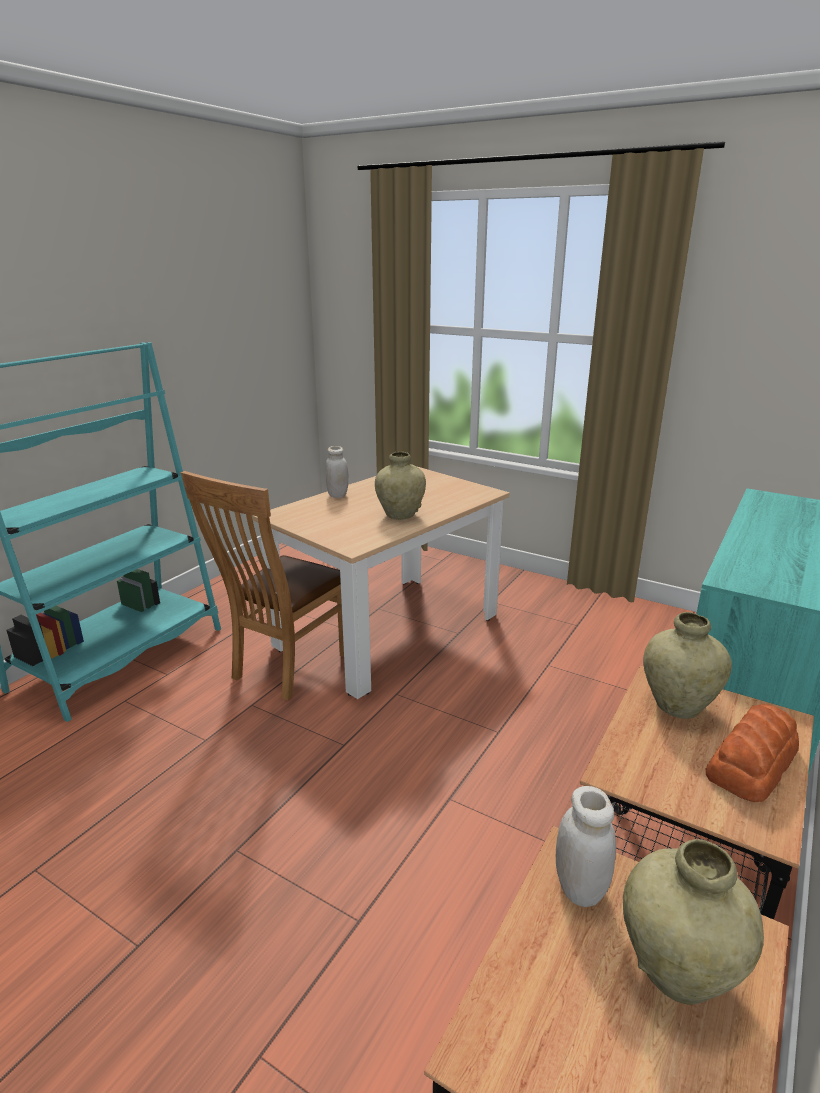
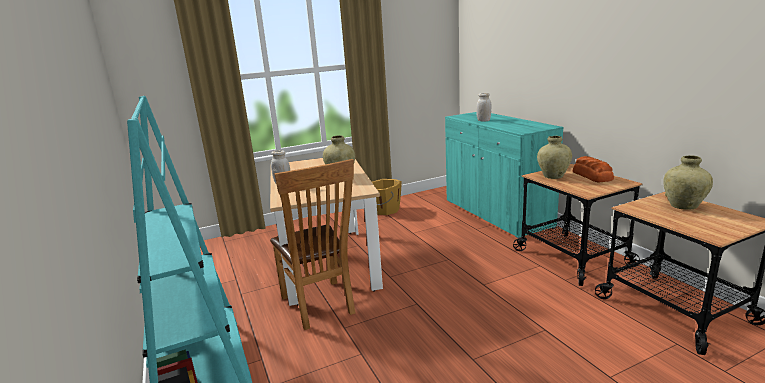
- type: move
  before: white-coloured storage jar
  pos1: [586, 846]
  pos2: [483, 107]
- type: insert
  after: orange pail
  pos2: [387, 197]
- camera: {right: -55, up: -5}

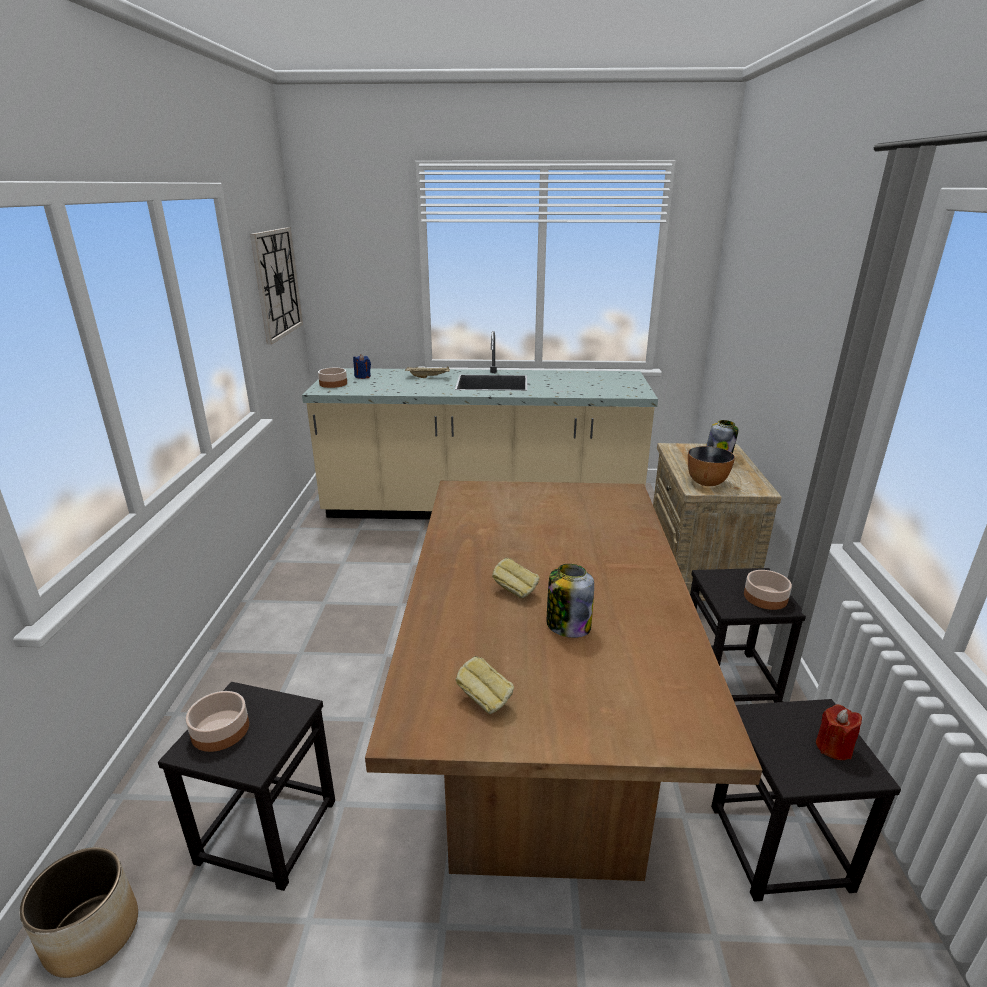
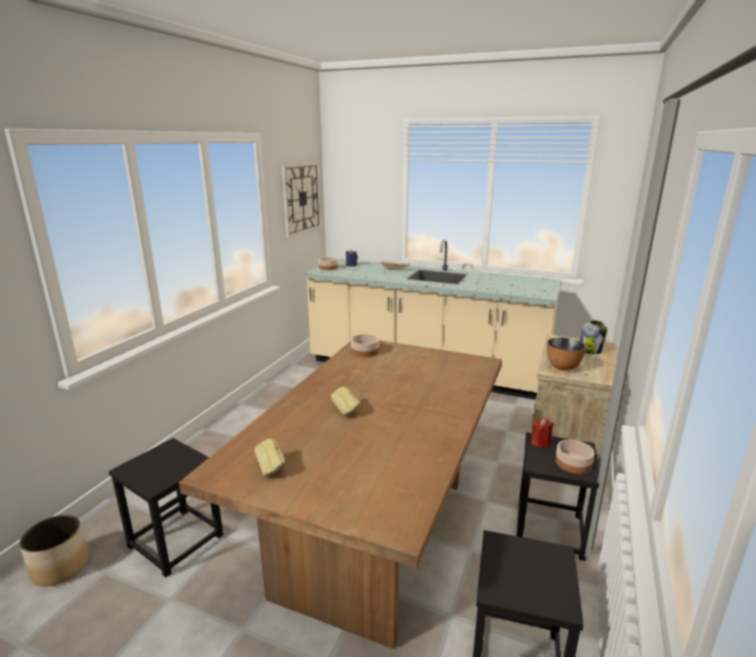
- type: move
  before: deep dish
  pos1: [217, 721]
  pos2: [365, 345]
- type: delete
  before: storage jar
  pos1: [570, 601]
- type: move
  before: reddish candle
  pos1: [839, 732]
  pos2: [542, 433]
- camera: {right: 20, up: -5}

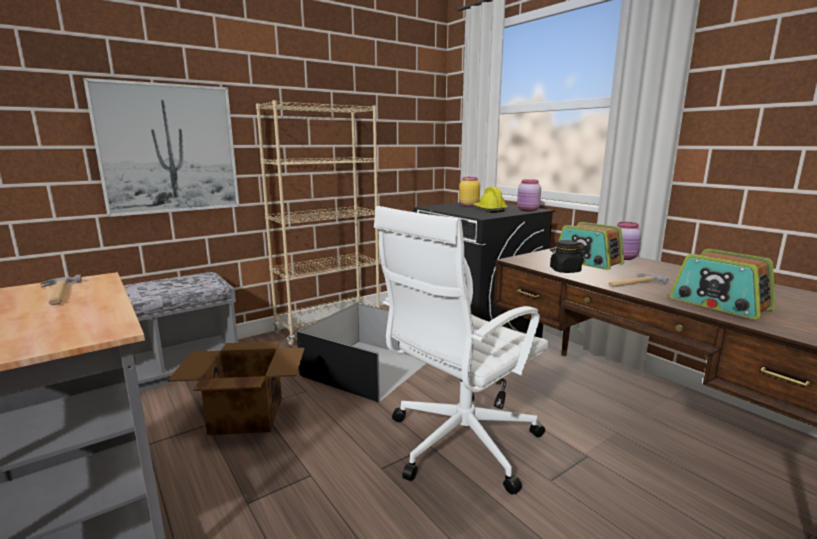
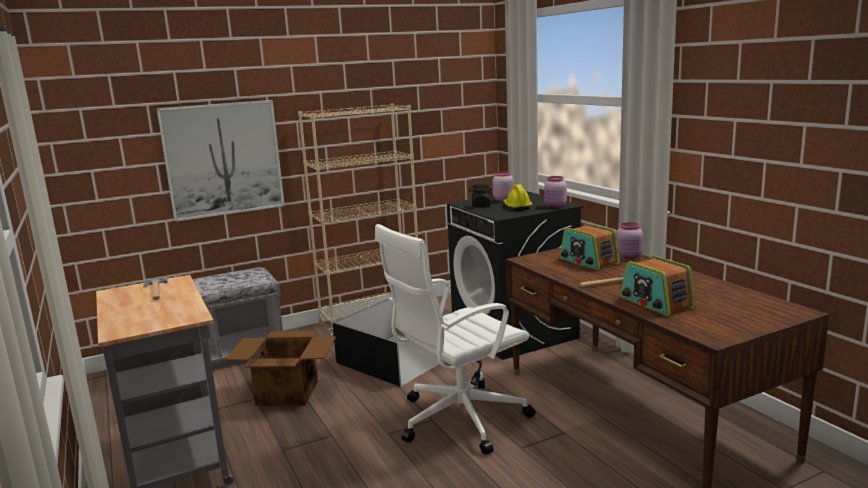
- type: recolor
  before: yellow storage jar
  after: pink storage jar
  pos1: [469, 192]
  pos2: [503, 186]
- type: move
  before: black-coloured storage jar
  pos1: [566, 256]
  pos2: [481, 195]
- camera: {right: 10, up: 0}

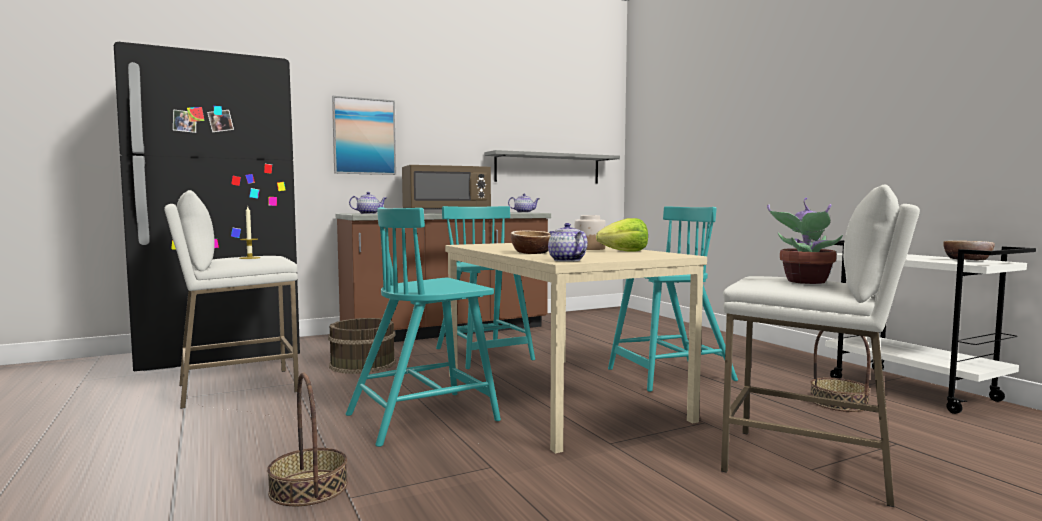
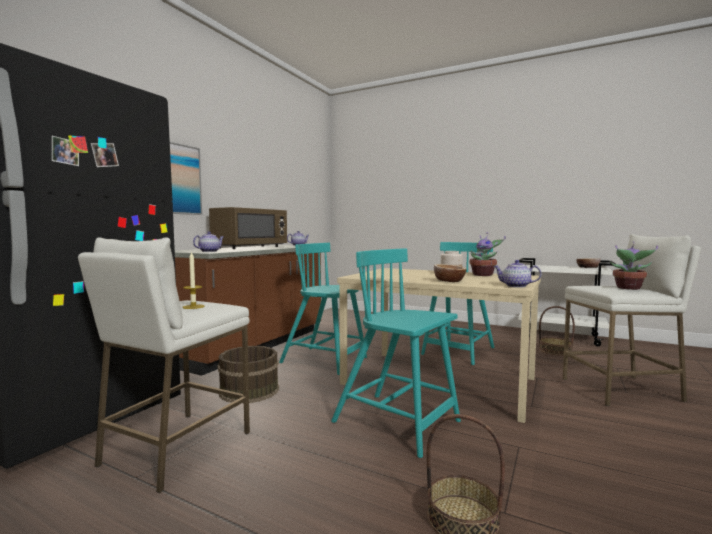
- type: rotate
  before: turquoise chair
  pos1: [423, 327]
  pos2: [396, 353]
  turn: 105
- type: delete
  before: greyish bracket shelf
  pos1: [552, 167]
- type: replace
  before: lettuce head
  after: houseplant
  pos1: [622, 235]
  pos2: [488, 255]
- camera: {right: -35, up: 0}

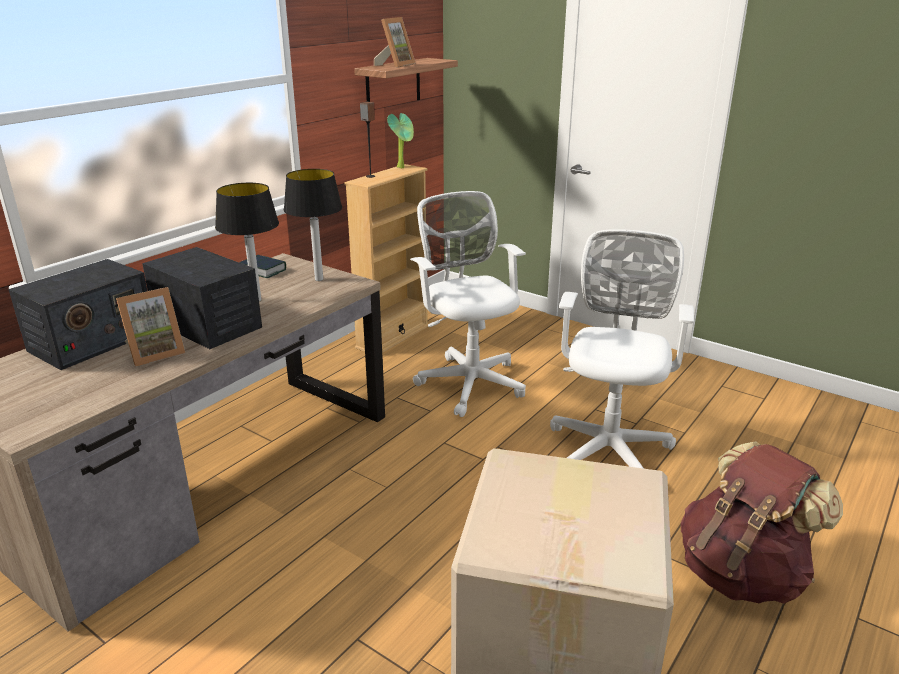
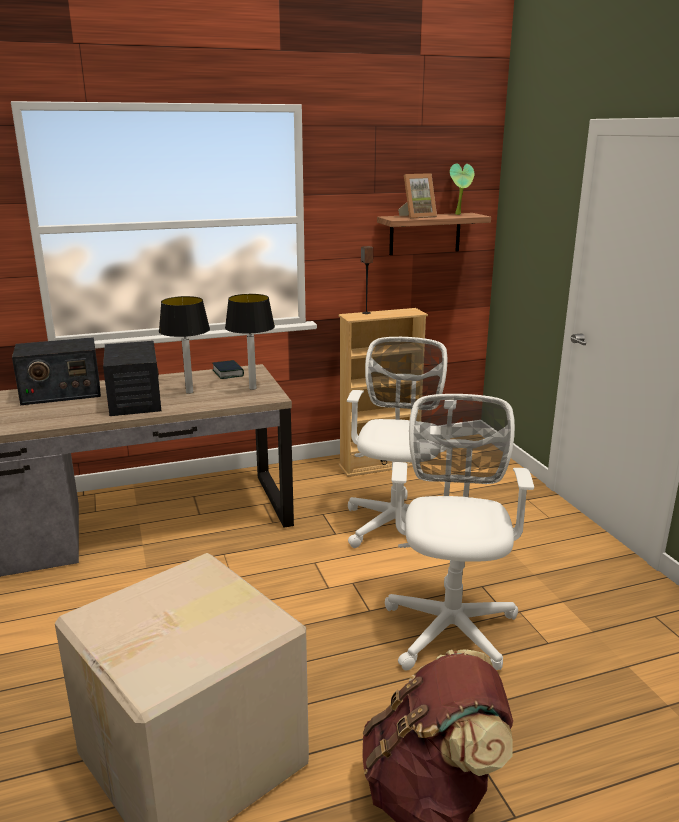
- type: delete
  before: standing frame
  pos1: [150, 326]
- type: move
  before: houseplant
  pos1: [400, 141]
  pos2: [462, 189]
- type: rotate
  before: white-coloured office chair
  pos1: [622, 349]
  pos2: [459, 532]
  turn: -45
- camera: {right: 35, up: -5}

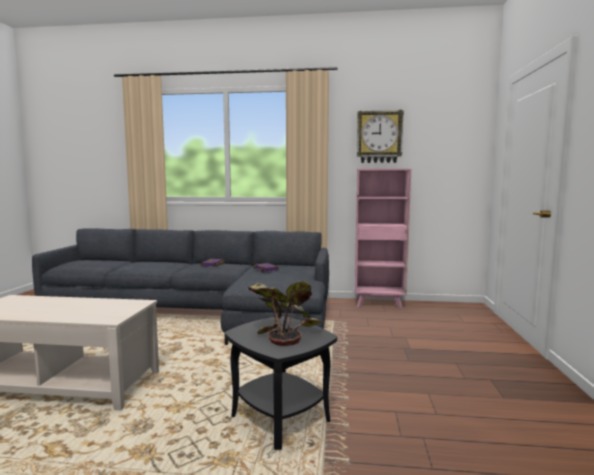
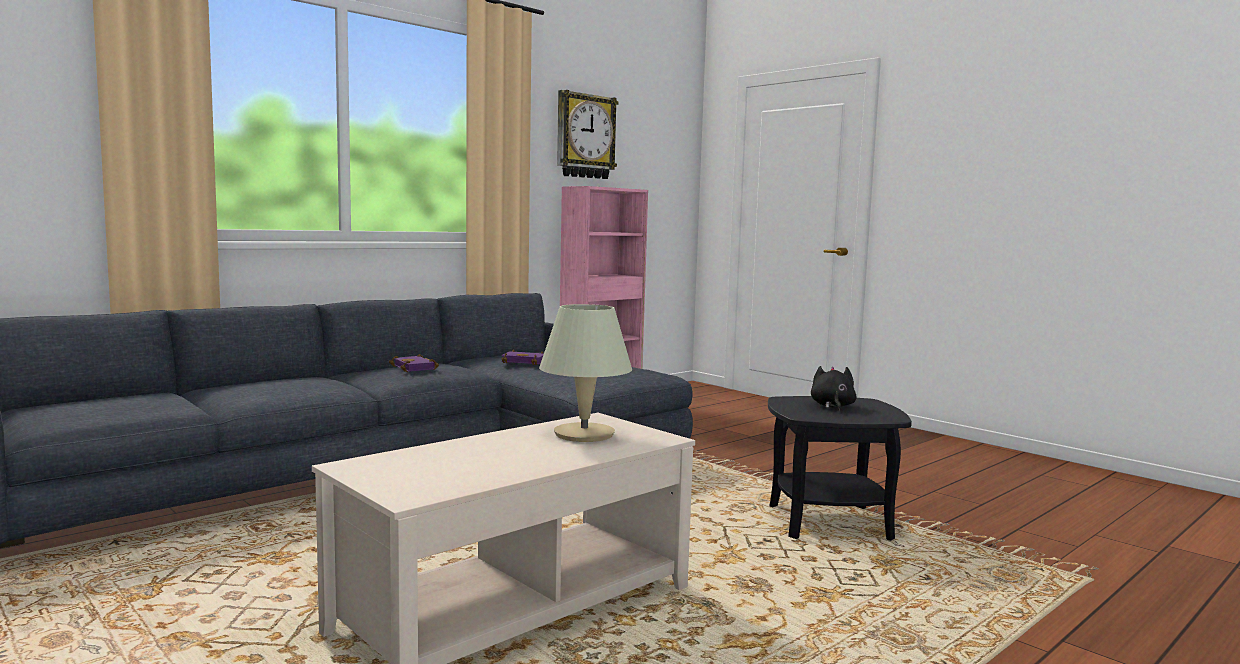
- type: replace
  before: houseplant
  after: black-coloured cuddly toy
  pos1: [285, 313]
  pos2: [834, 388]
- type: insert
  after: beige-coloured tabletop lamp
  pos2: [585, 373]
- camera: {right: -50, up: 0}

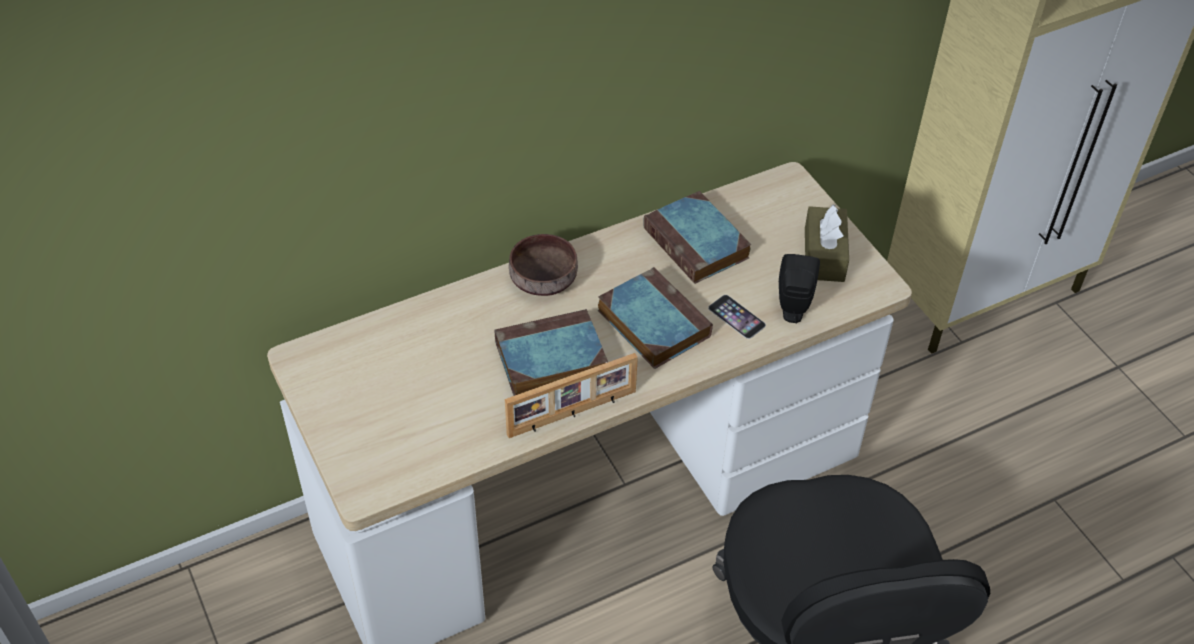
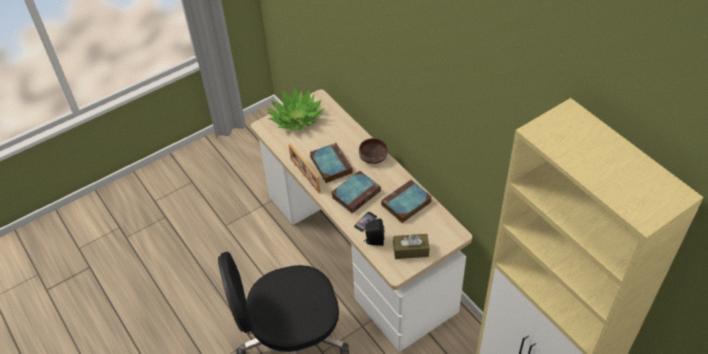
- type: insert
  after: houseplant
  pos2: [295, 109]
- camera: {right: 85, up: 0}

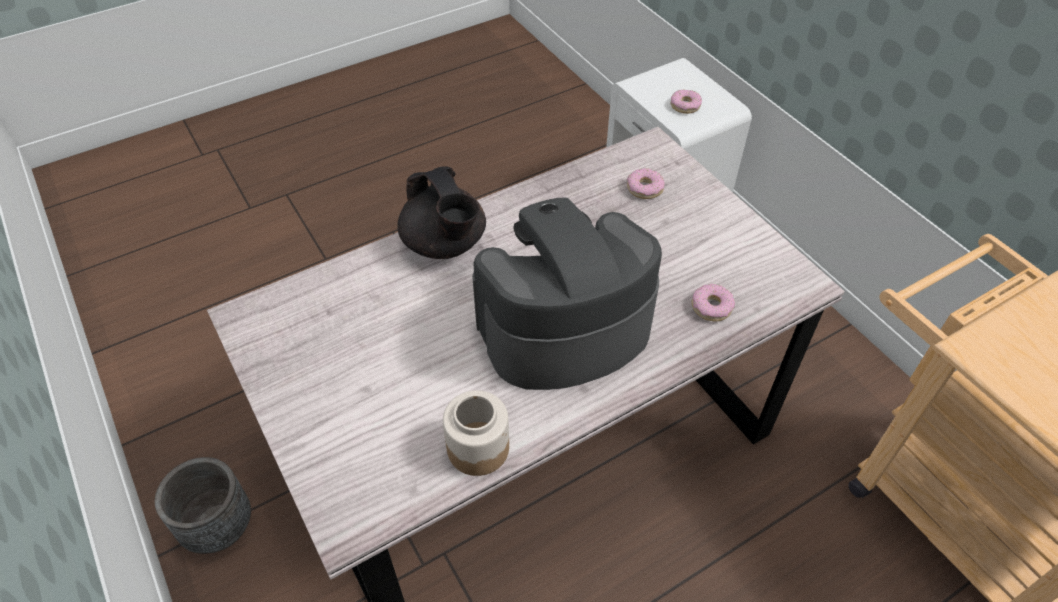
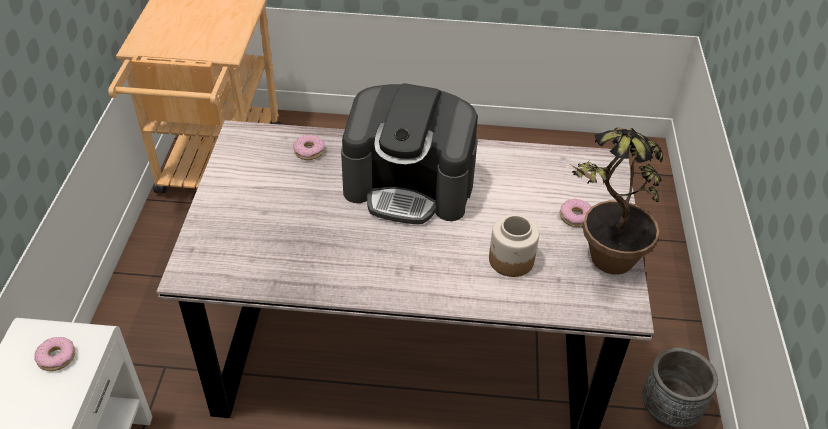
- type: delete
  before: black-coloured pot for tea
  pos1: [441, 212]
- type: move
  before: storage jar
  pos1: [476, 433]
  pos2: [514, 245]
- type: move
  before: ring doughnut
  pos1: [646, 183]
  pos2: [575, 213]
- type: insert
  after: houseplant
  pos2: [617, 201]
- camera: {right: -145, up: -5}

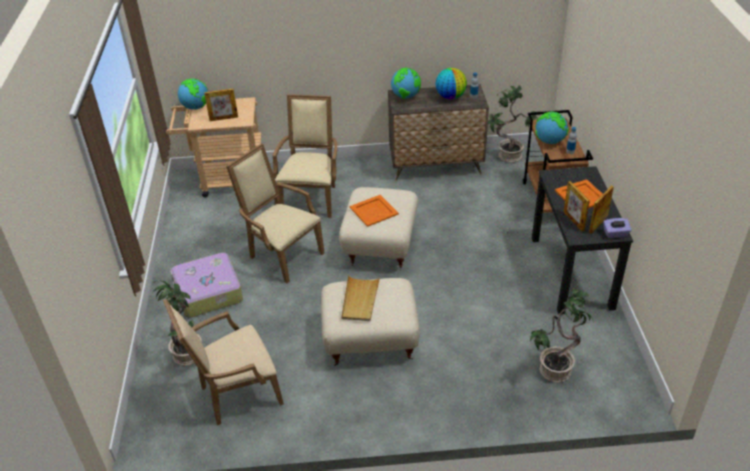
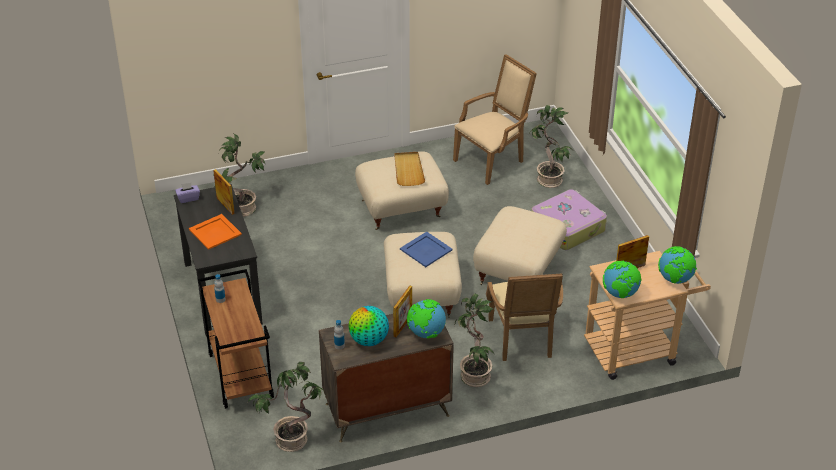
- type: replace
  before: beige-coloured lounge chair
  after: beige-coloured ottoman
  pos1: [275, 213]
  pos2: [520, 245]
- type: recolor
  before: orange carrying tray
  after: blue-coloured carrying tray
  pos1: [374, 211]
  pos2: [426, 249]
- type: move
  before: world globe
  pos1: [552, 128]
  pos2: [622, 279]
- type: move
  before: standing frame
  pos1: [601, 209]
  pos2: [402, 311]
- type: insert
  after: houseplant
  pos2: [475, 340]
- camera: {right: 165, up: 0}

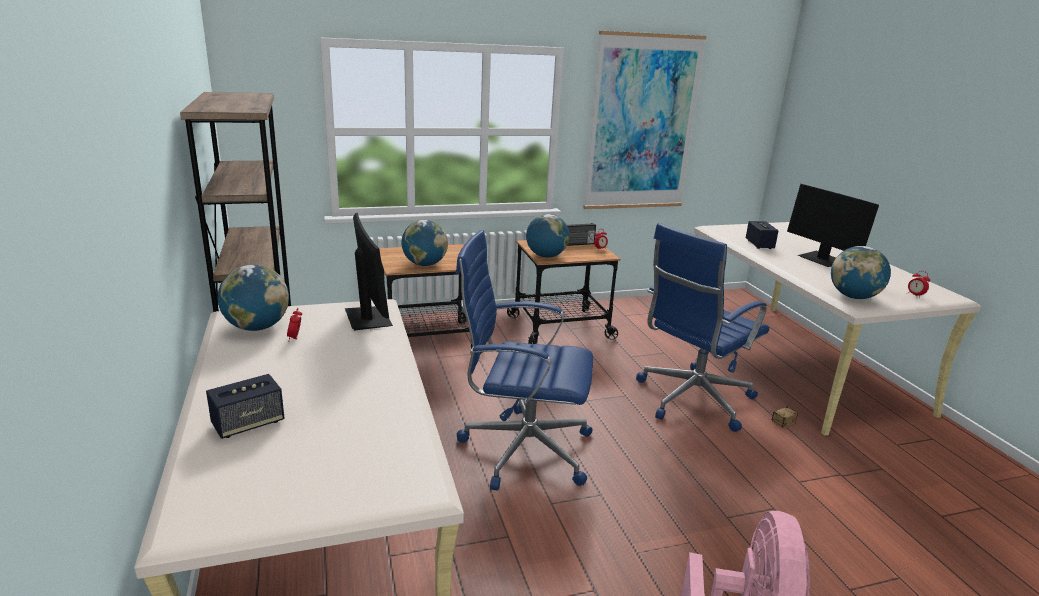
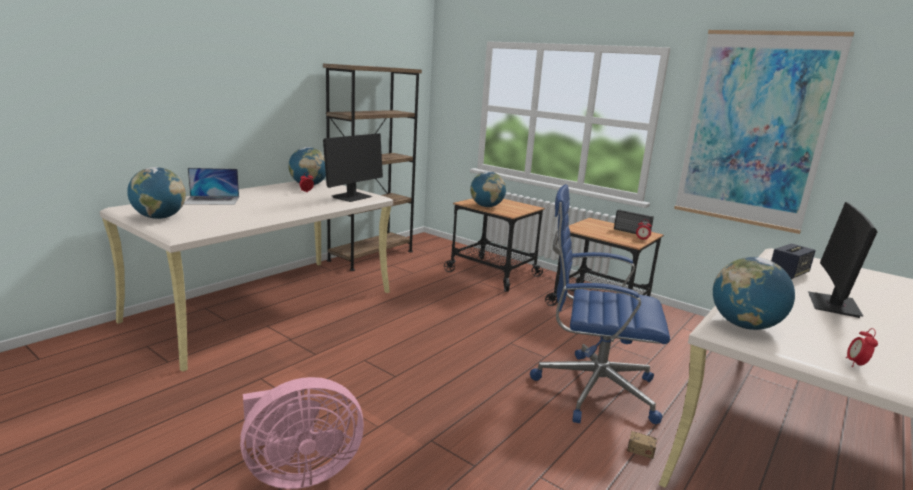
- type: replace
  before: speaker
  after: laptop
  pos1: [245, 406]
  pos2: [211, 186]
- type: delete
  before: blue-coloured office chair
  pos1: [524, 360]
- type: move
  before: world globe
  pos1: [547, 236]
  pos2: [156, 193]
- camera: {right: 55, up: -5}

